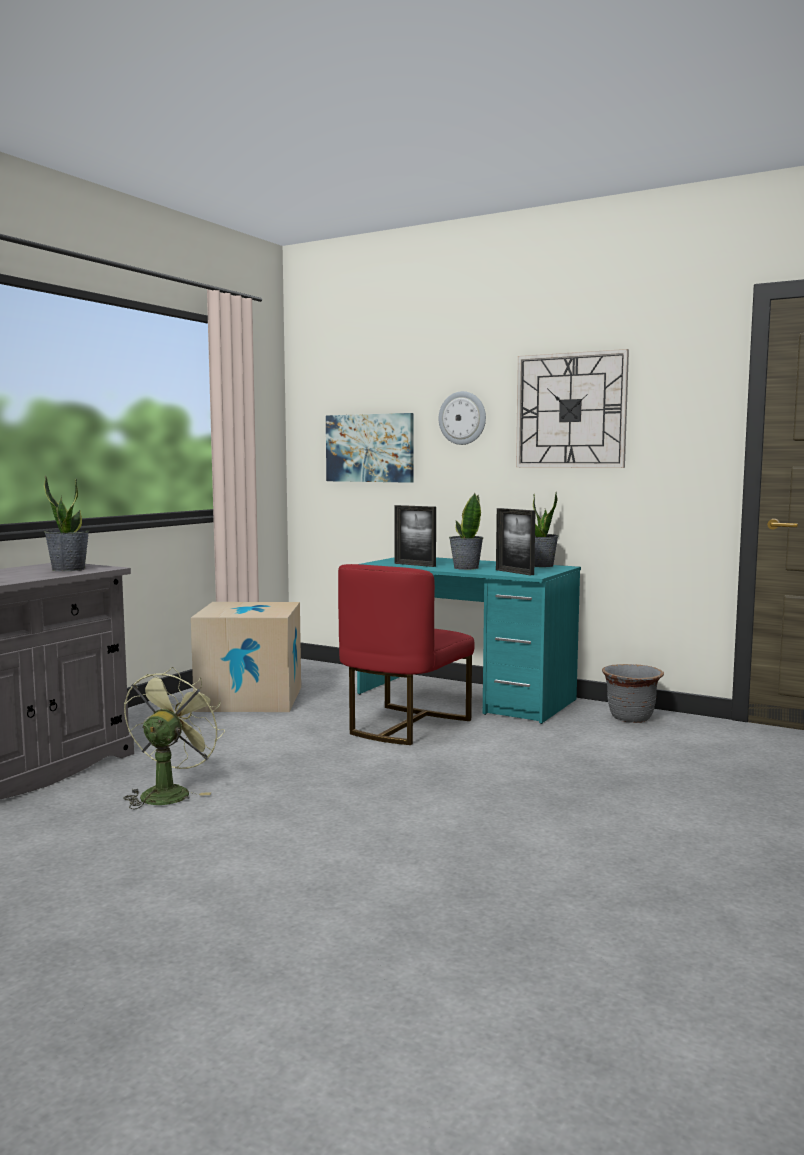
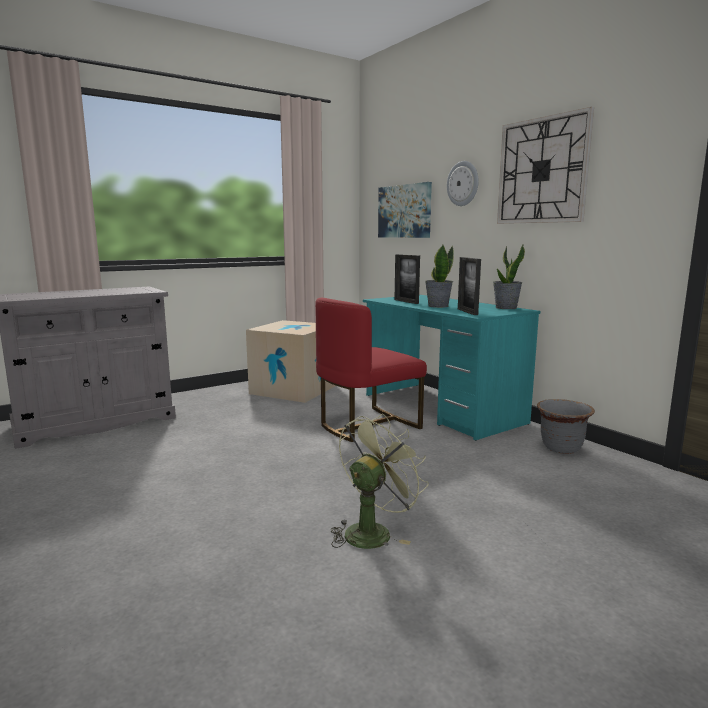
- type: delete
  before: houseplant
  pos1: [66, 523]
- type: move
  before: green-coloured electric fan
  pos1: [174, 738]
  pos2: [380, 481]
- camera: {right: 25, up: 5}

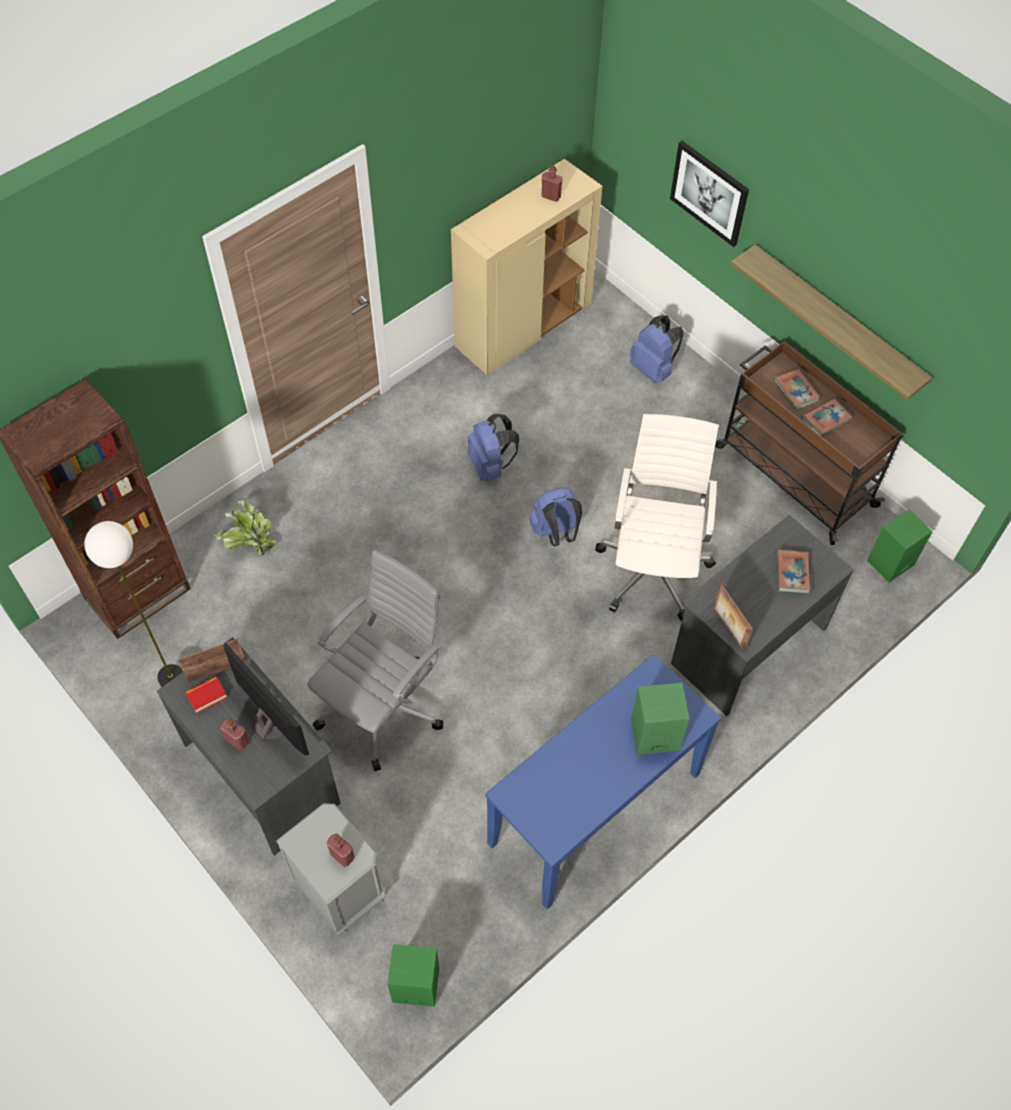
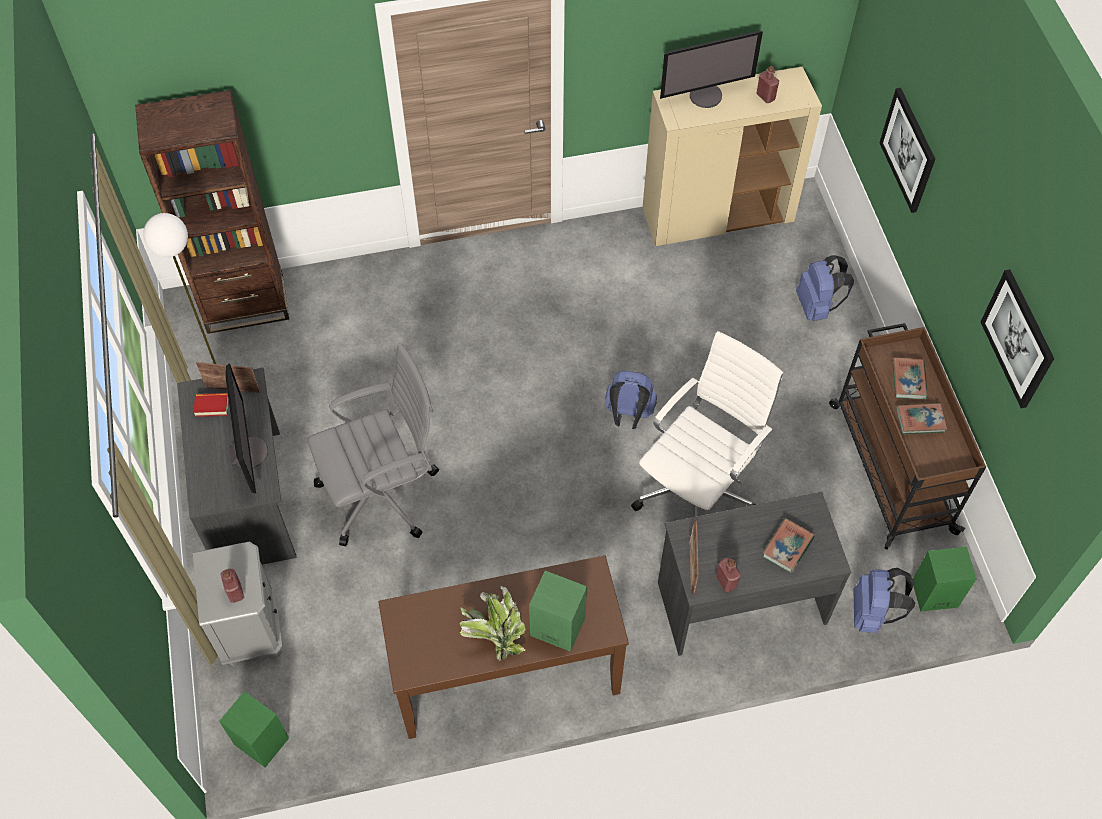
- type: move
  before: houseplant
  pos1: [245, 528]
  pos2: [492, 623]
- type: move
  before: reddish drink bottle
  pos1: [234, 734]
  pos2: [728, 575]
- type: move
  before: blue-coloured knapsack
  pos1: [493, 447]
  pos2: [884, 600]
- type: recolor
  before: blue-coloured console table
  after: brown console table
  pos1: [603, 781]
  pos2: [503, 647]
- type: delete
  before: bracket shelf
  pos1: [831, 322]
- type: insert
  after: computer screen
  pos2: [711, 69]
- type: insert
  after: wall art
  pos2: [1017, 338]
- camera: {right: 30, up: 0}

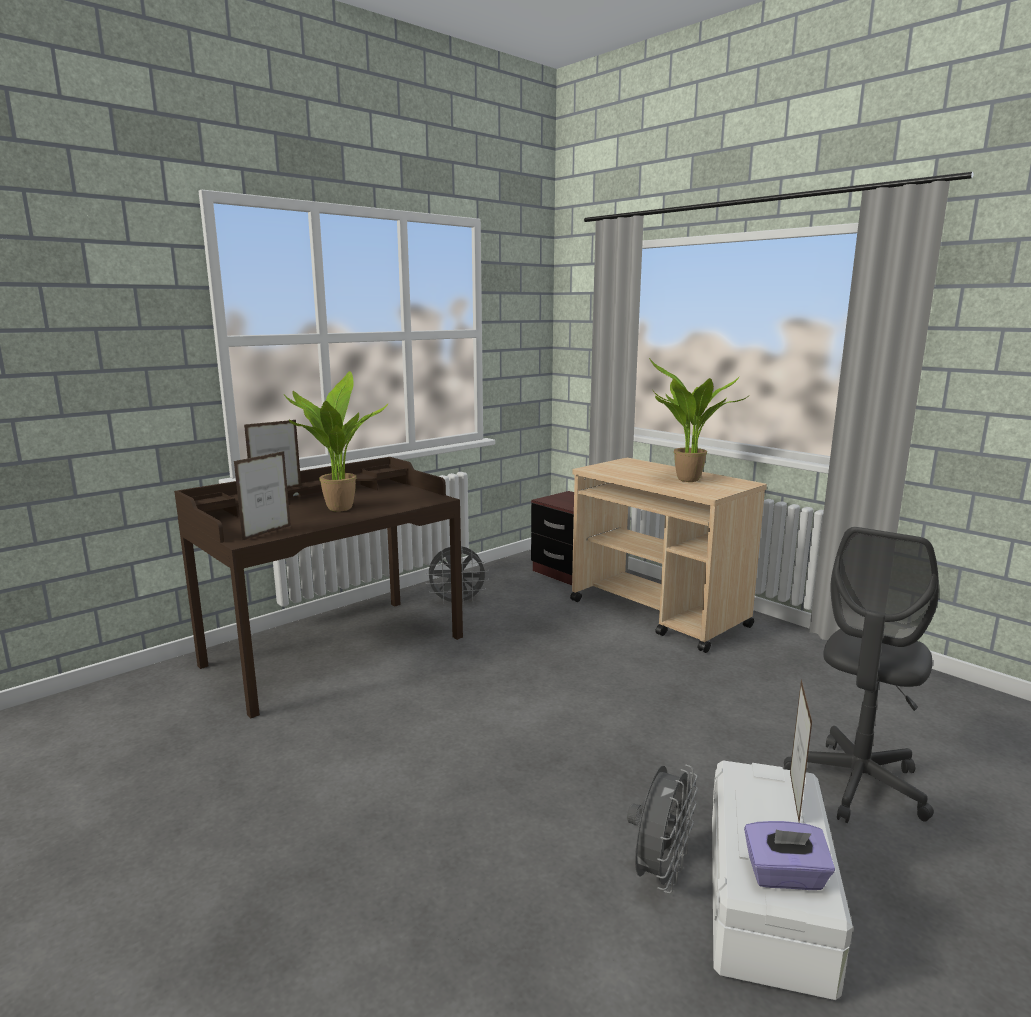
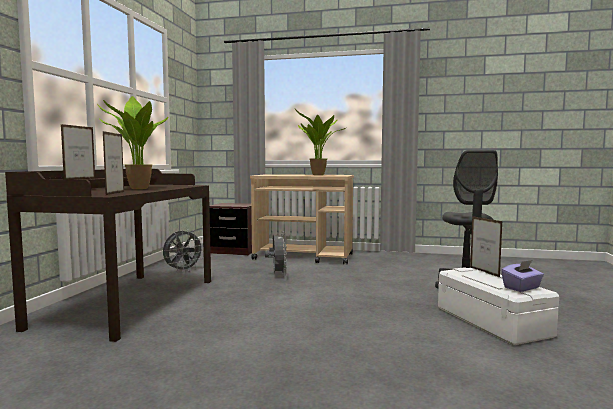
- type: move
  before: greyish electric fan
  pos1: [662, 829]
  pos2: [276, 253]
- camera: {right: -35, up: -10}

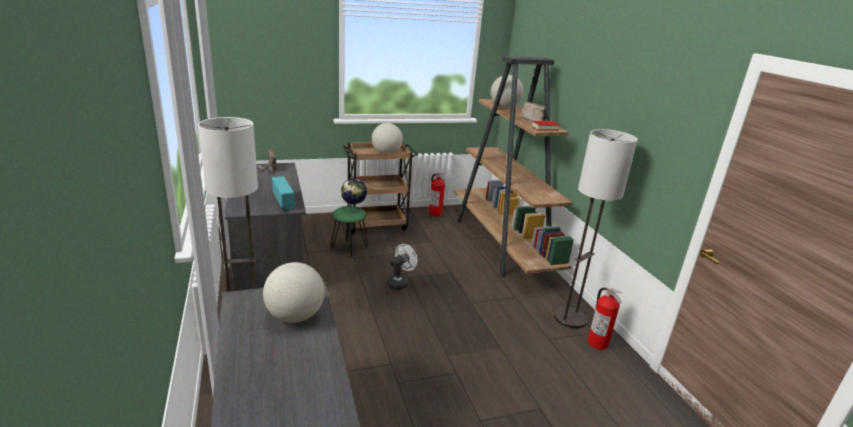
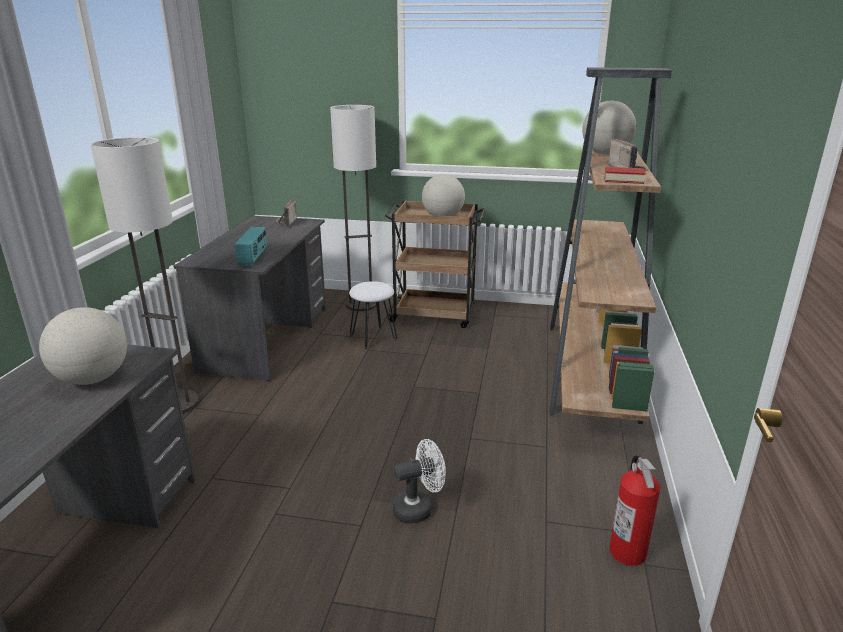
- type: recolor
  before: green-coloured stool seat
  after: white-coloured stool seat
  pos1: [349, 231]
  pos2: [373, 315]
- type: delete
  before: world globe
  pos1: [354, 194]
- type: move
  before: white-coloured electric fan
  pos1: [401, 267]
  pos2: [419, 481]
- type: delete
  before: fire-fighting cylinder
  pos1: [437, 194]
- type: move
  before: floor lamp
  pos1: [596, 229]
  pos2: [353, 208]
- camera: {right: 30, up: 0}

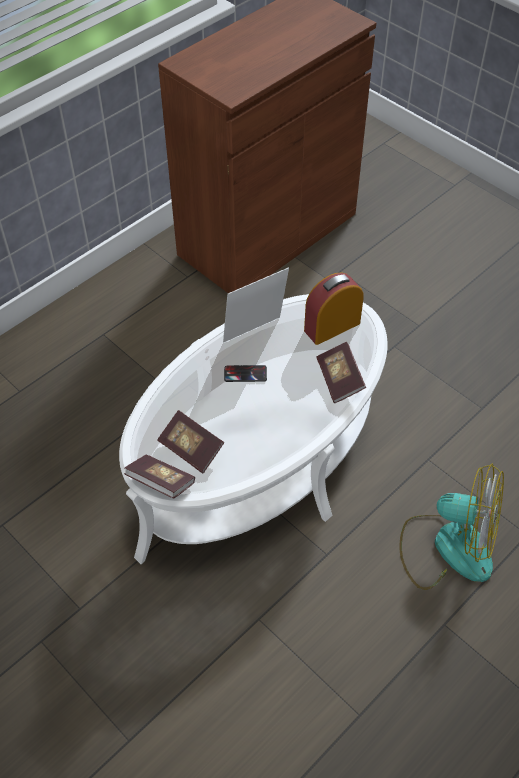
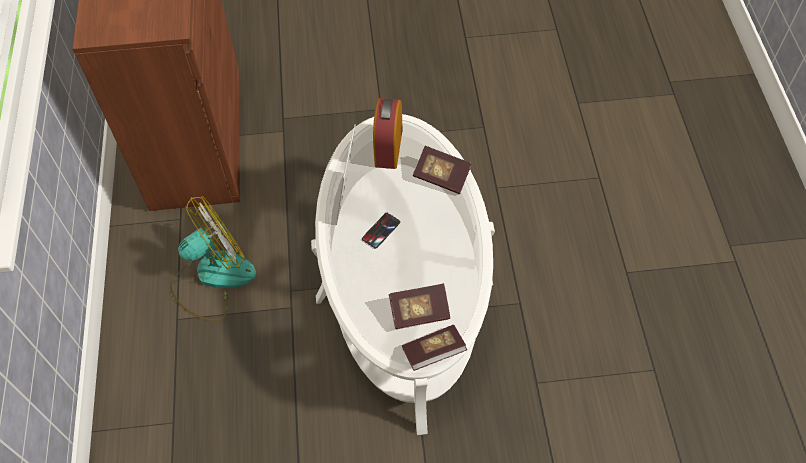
- type: move
  before: electric fan
  pos1: [452, 527]
  pos2: [213, 258]
- camera: {right: -50, up: 5}

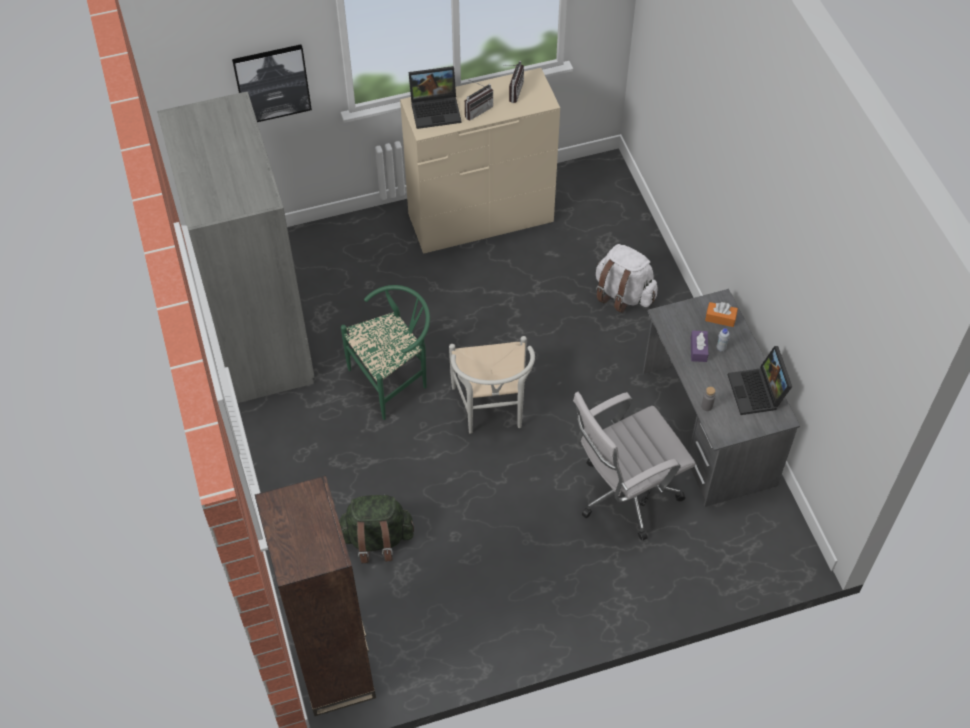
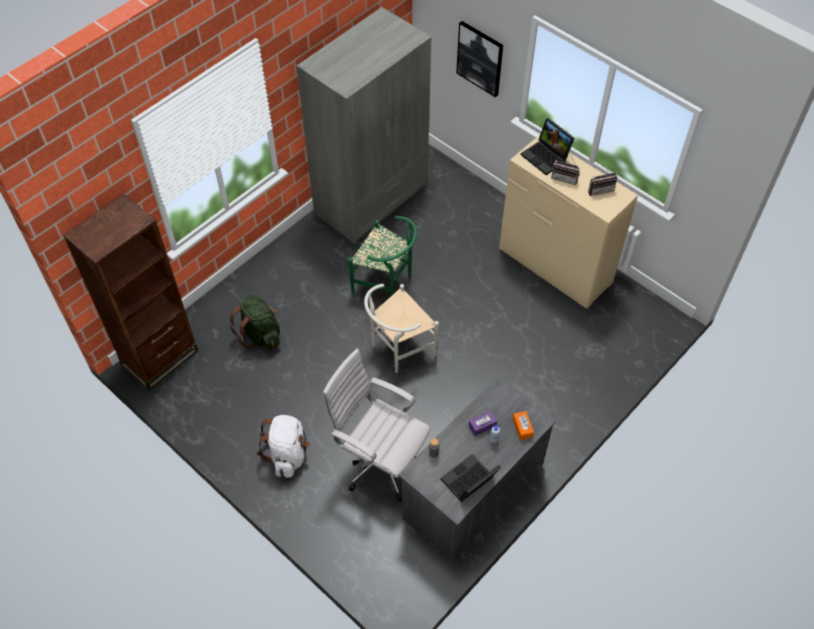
- type: move
  before: white-coloured knapsack
  pos1: [627, 278]
  pos2: [283, 446]
- camera: {right: 60, up: 0}

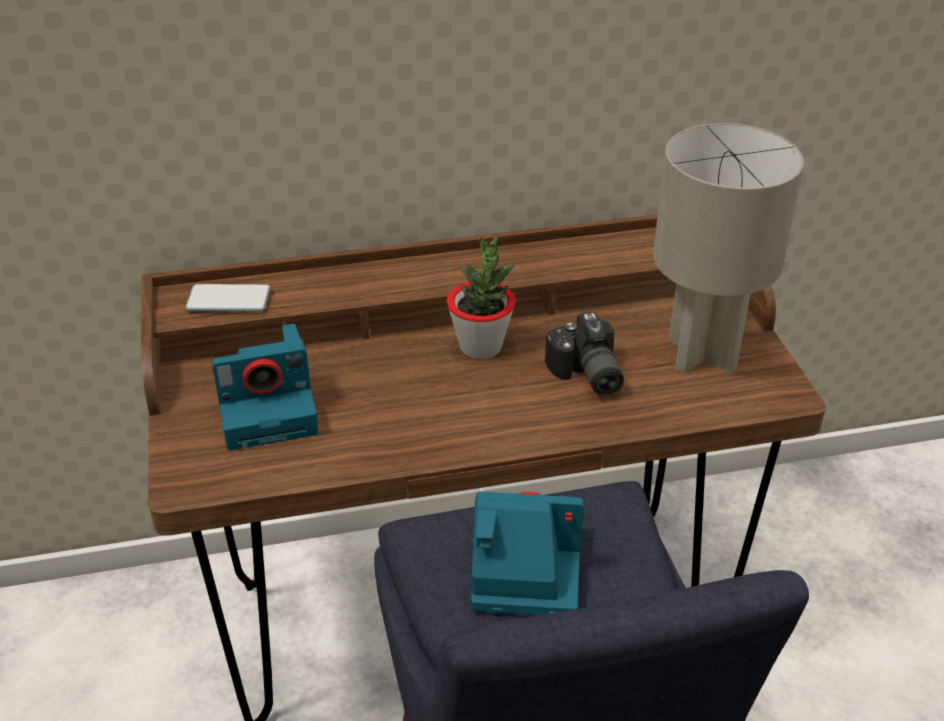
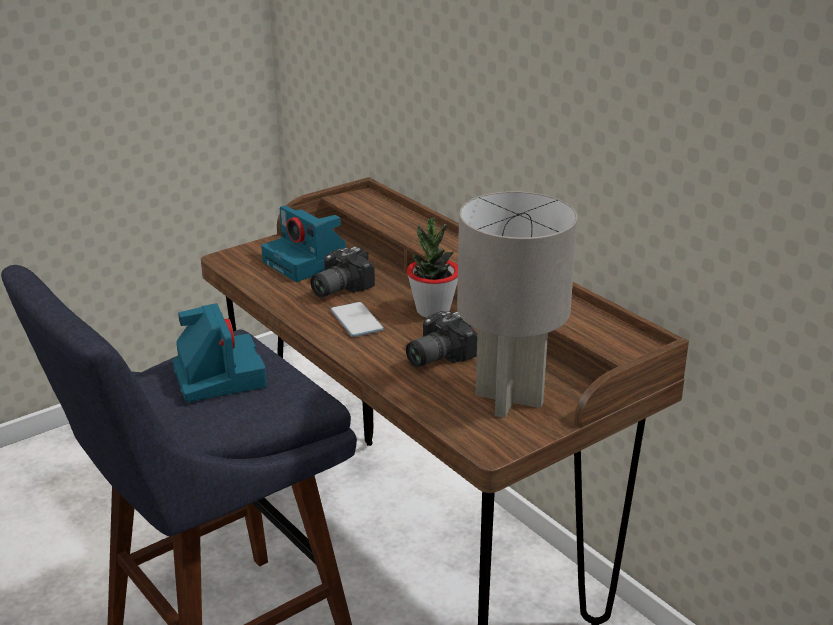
- type: move
  before: telephone
  pos1: [227, 298]
  pos2: [357, 319]
- type: insert
  after: photo camera
  pos2: [343, 272]
- camera: {right: 65, up: -10}

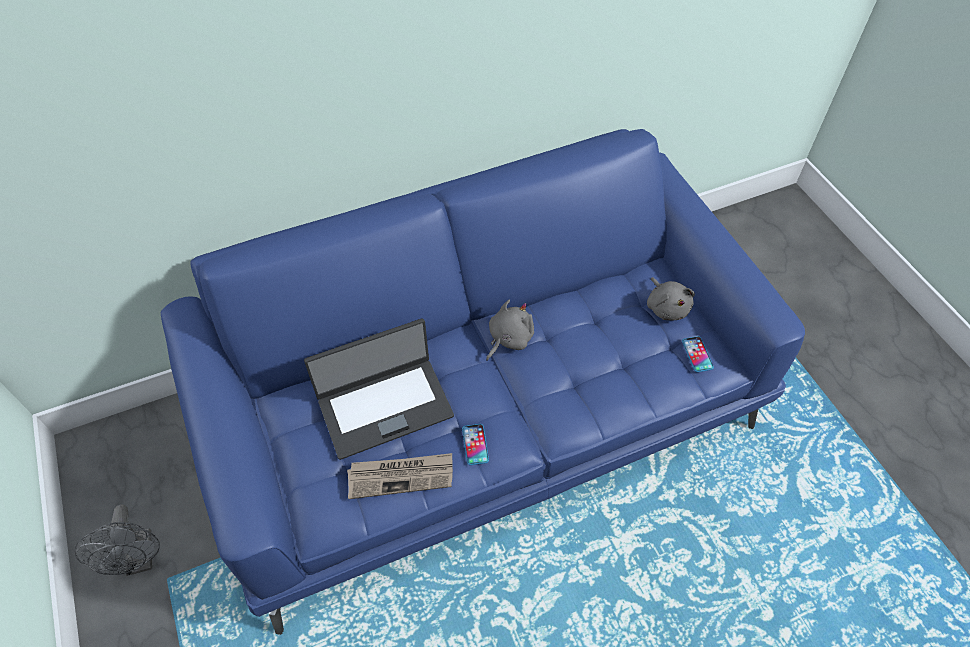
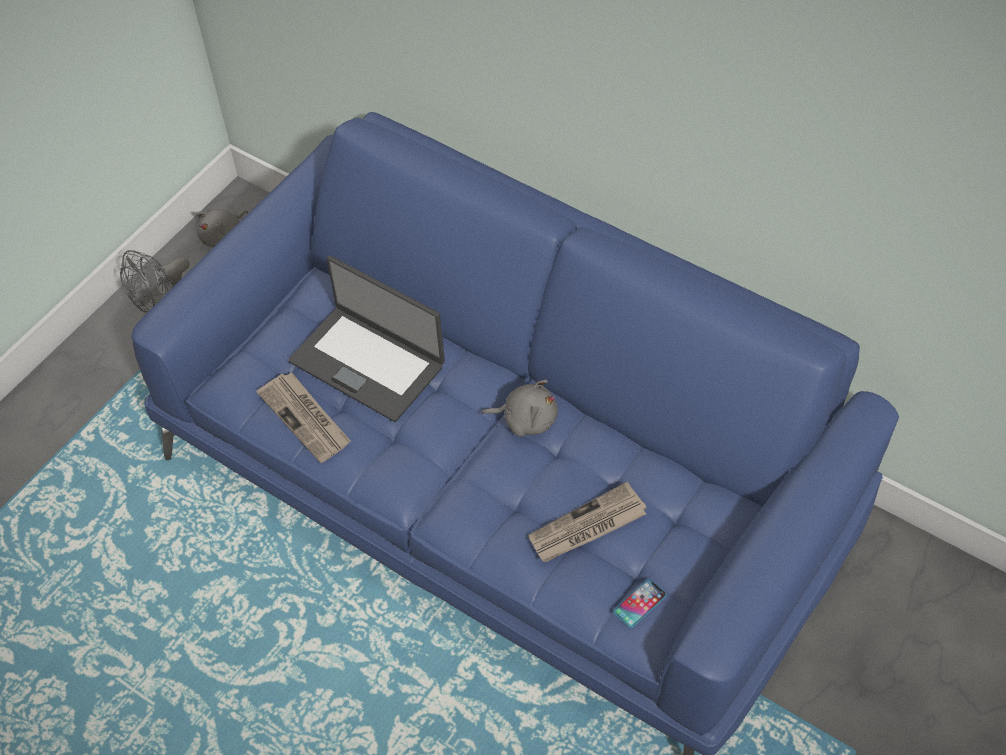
- type: delete
  before: telephone
  pos1: [475, 444]
- type: move
  before: greyish cuddly toy
  pos1: [671, 298]
  pos2: [222, 228]
- type: insert
  after: daily paper
  pos2: [587, 522]
- camera: {right: 60, up: 0}

